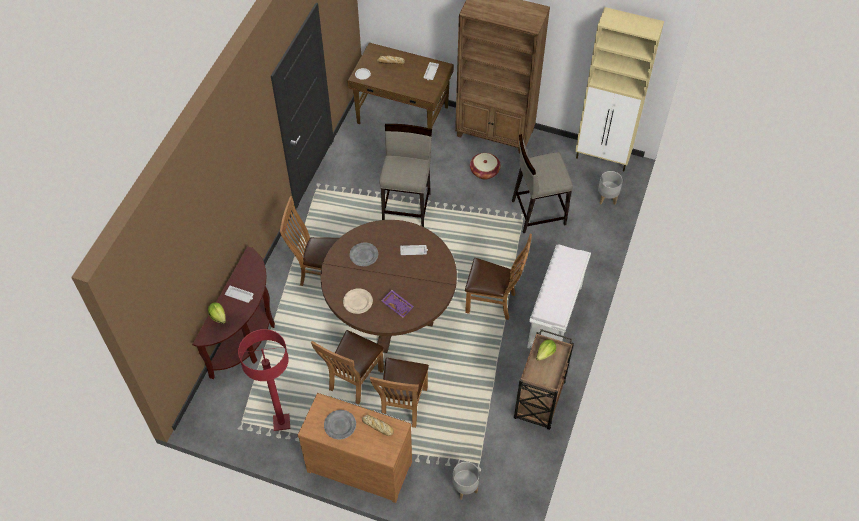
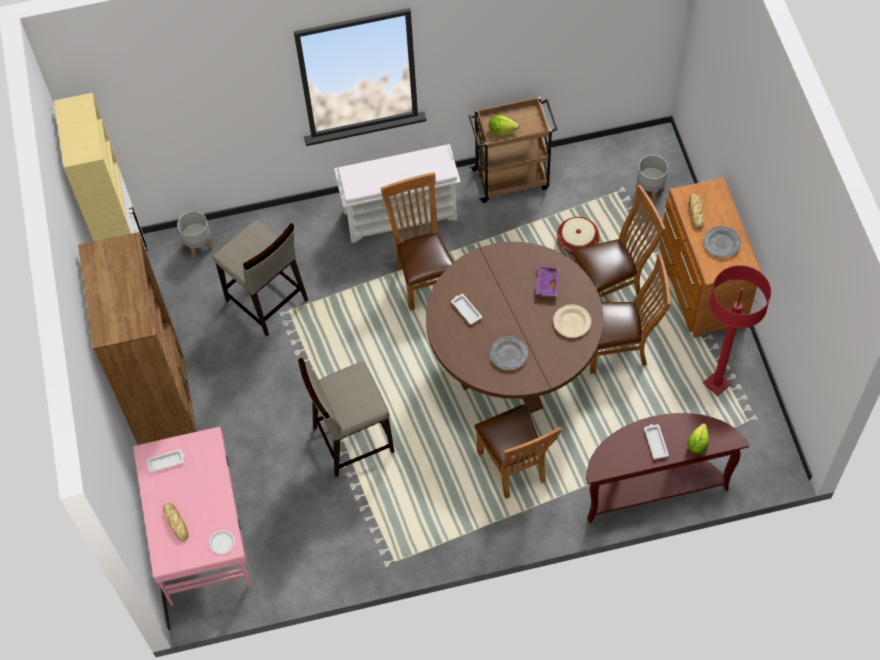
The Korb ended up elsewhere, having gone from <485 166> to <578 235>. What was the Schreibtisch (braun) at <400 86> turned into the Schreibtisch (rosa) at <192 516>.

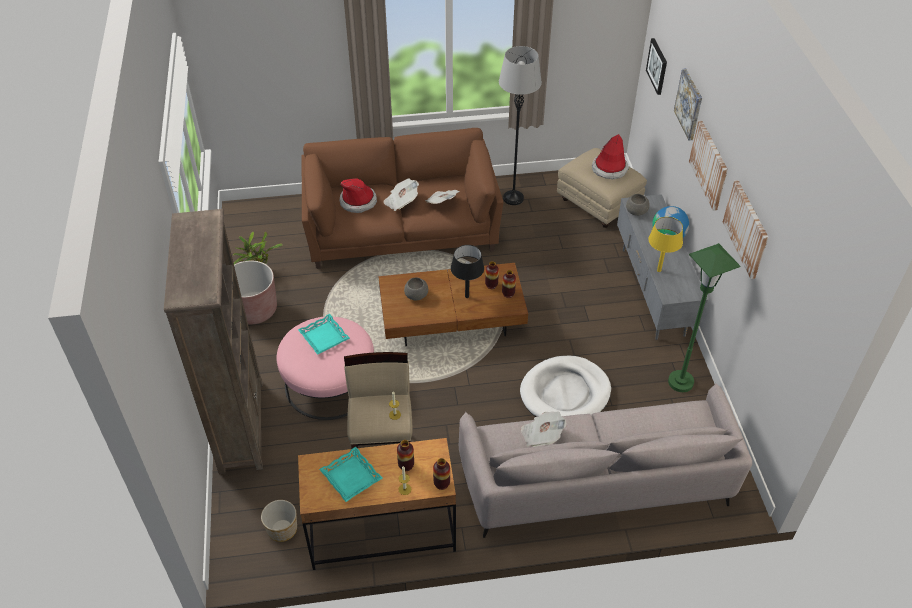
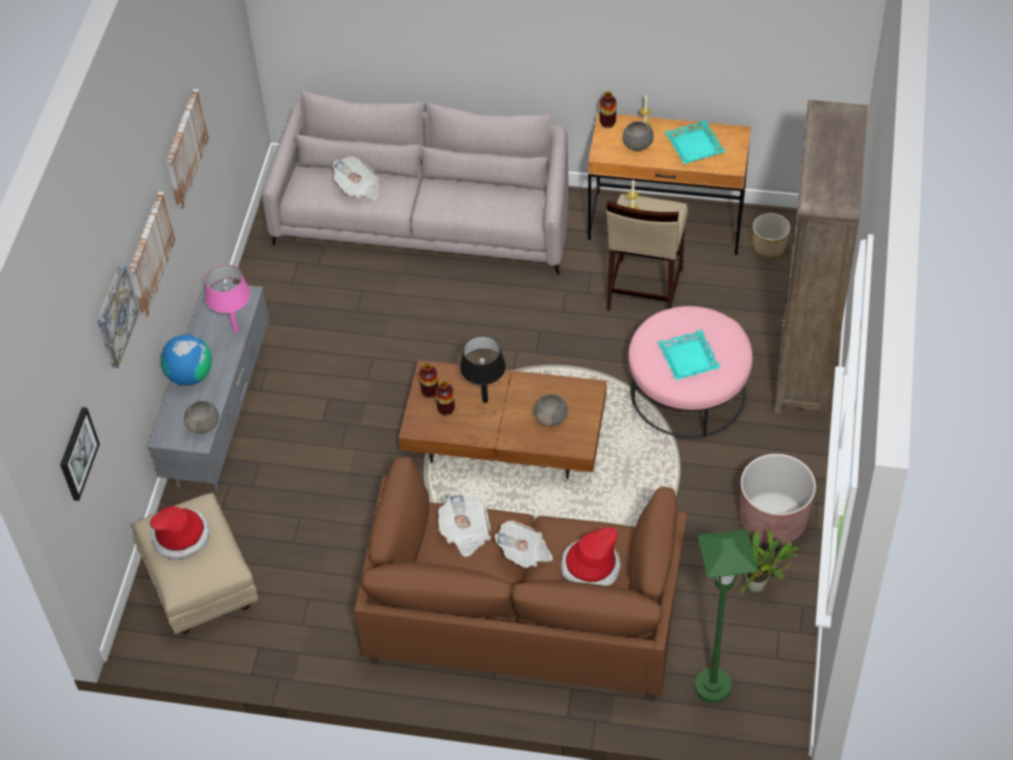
The second view lost the Stehlampe (grau) at <520 125>. The second view lost the Hundebett (weiß) at <565 386>. The Zeitung ended up elsewhere, having gone from <544 429> to <356 178>. The Stehlampe (grün) ended up elsewhere, having gone from <704 317> to <726 616>. Where the Vase stood at <405 455>, the Schüssel (grau) came to stand at <638 136>. What was the Tischlampe (gelb) at <665 244> turned into the Tischlampe (rosa) at <228 298>.

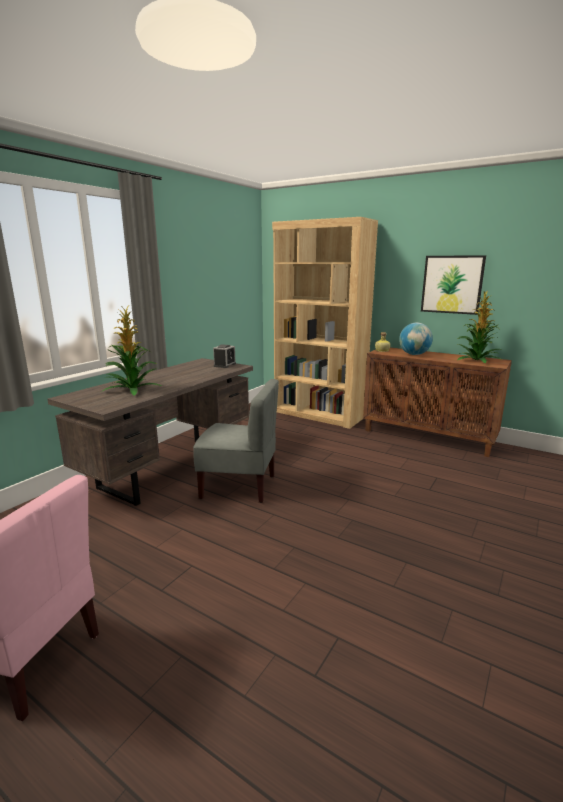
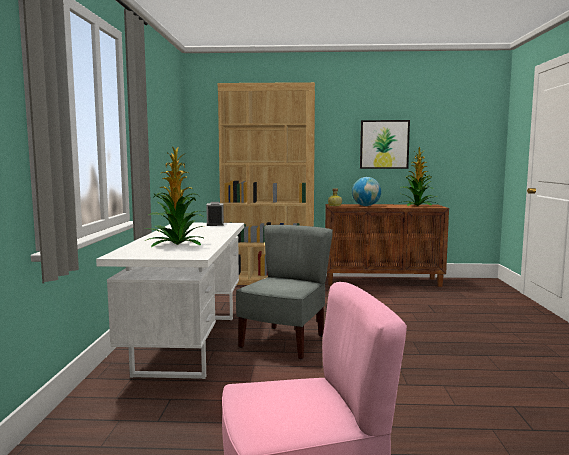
What was the Schreibtisch (braun) at <150 432> turned into the Schreibtisch (weiß) at <170 301>. The Stuhl (grau) at <236 441> ended up facing another way, 45 degrees counterclockwise from before.

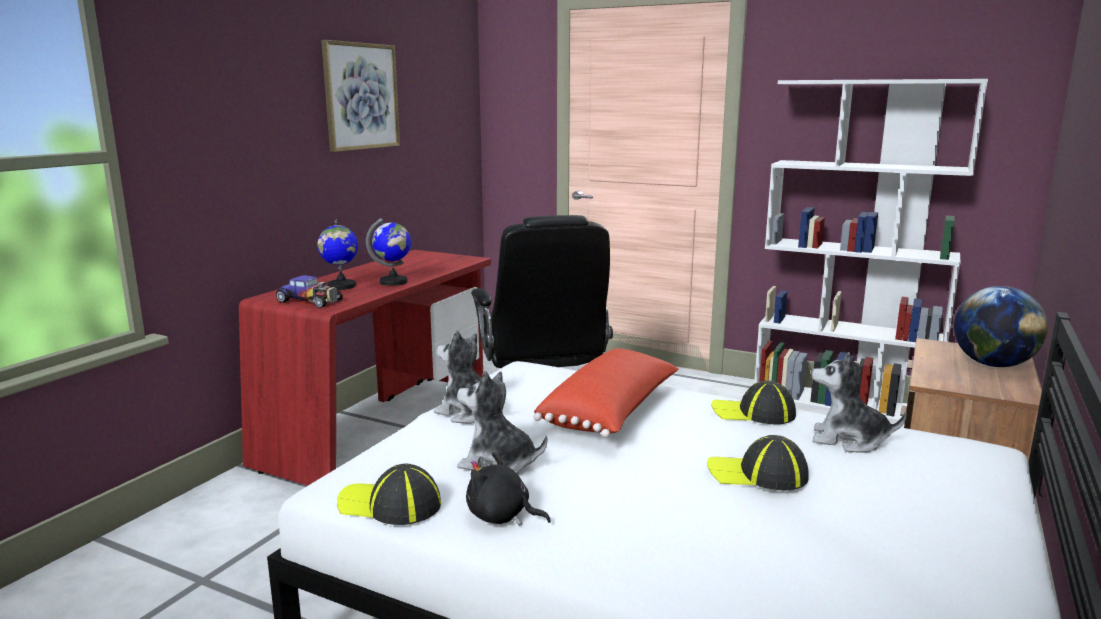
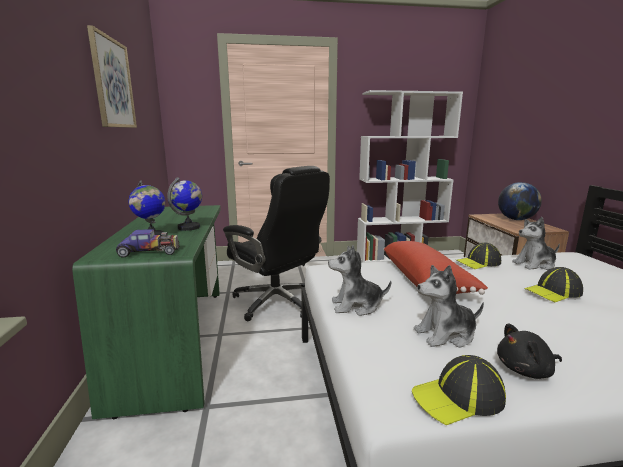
What was the Schreibtisch (rot) at <365 368> turned into the Schreibtisch (grün) at <146 312>.

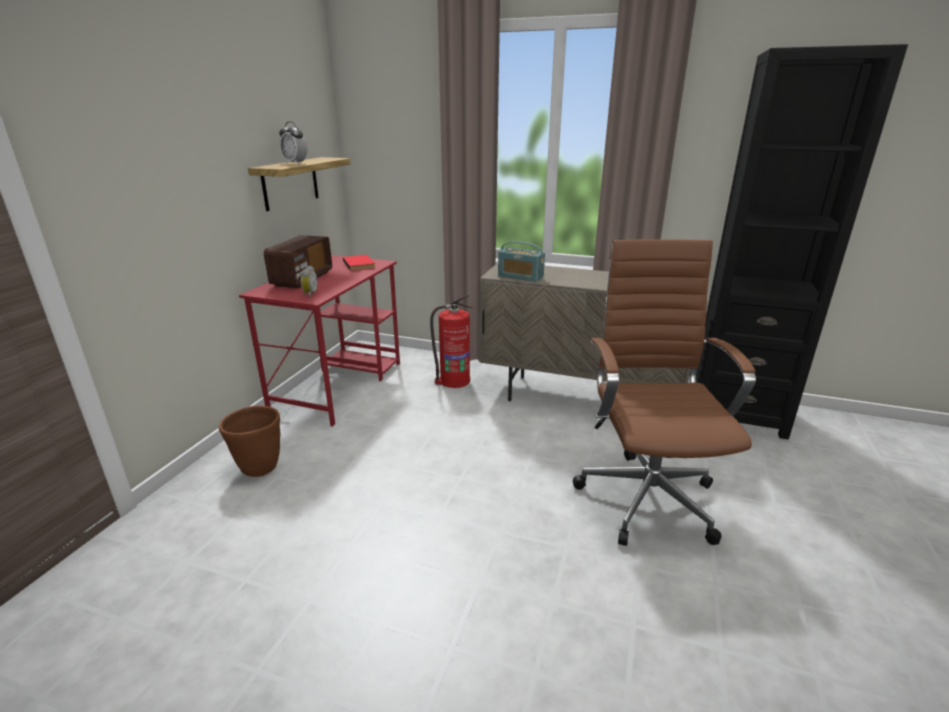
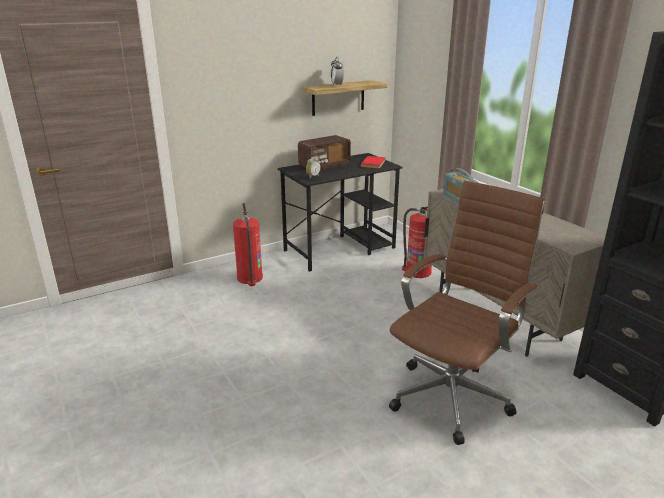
Where the Pflanzkübel (braun) stood at <249 441>, the Feuerlöscher came to stand at <248 244>. What was the Schreibtisch (rot) at <319 341> turned into the Schreibtisch (schwarz) at <340 212>.

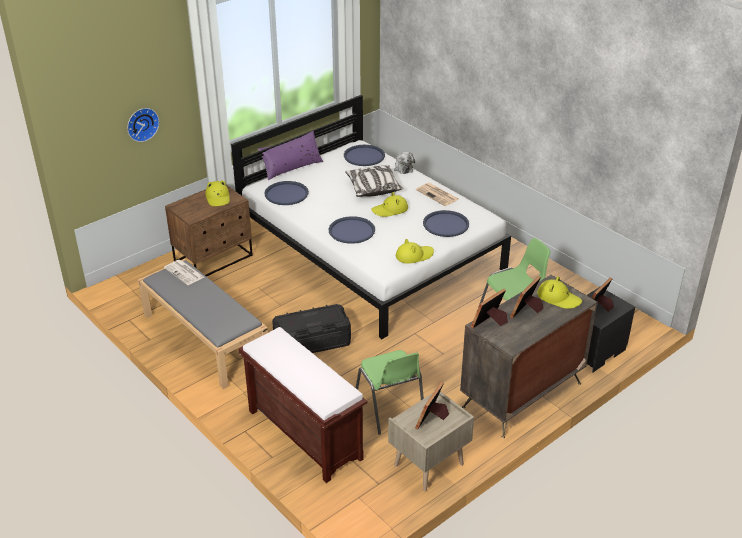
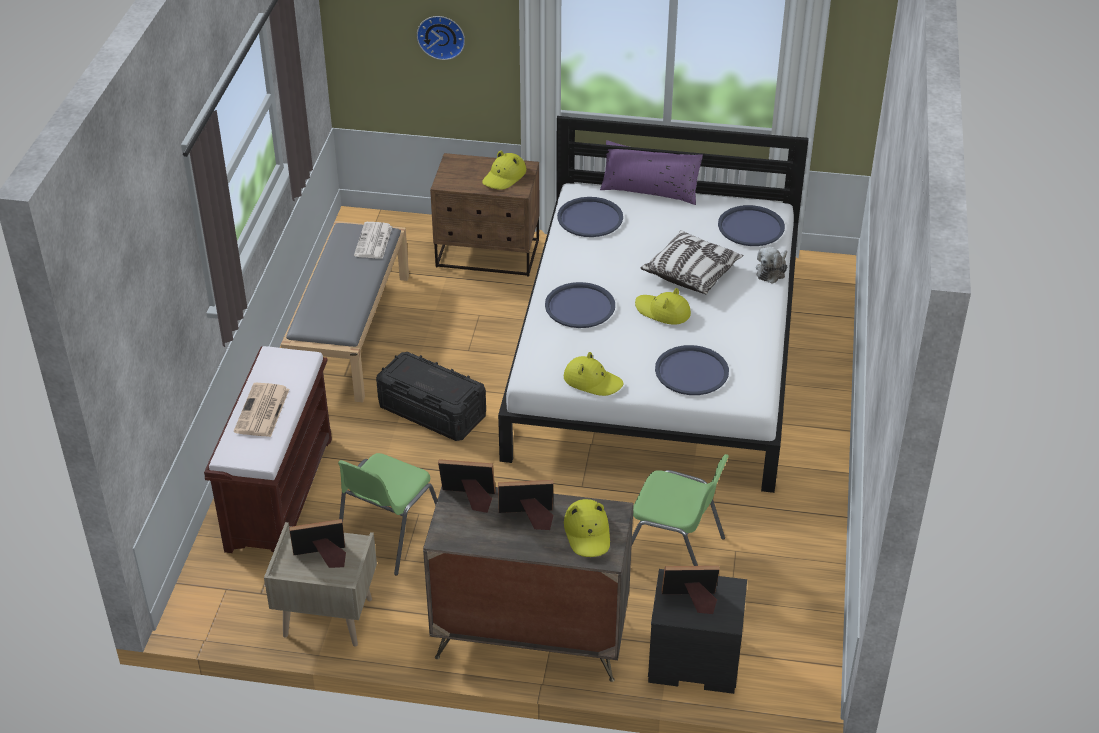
The Zeitung ended up elsewhere, having gone from <437 194> to <261 410>.

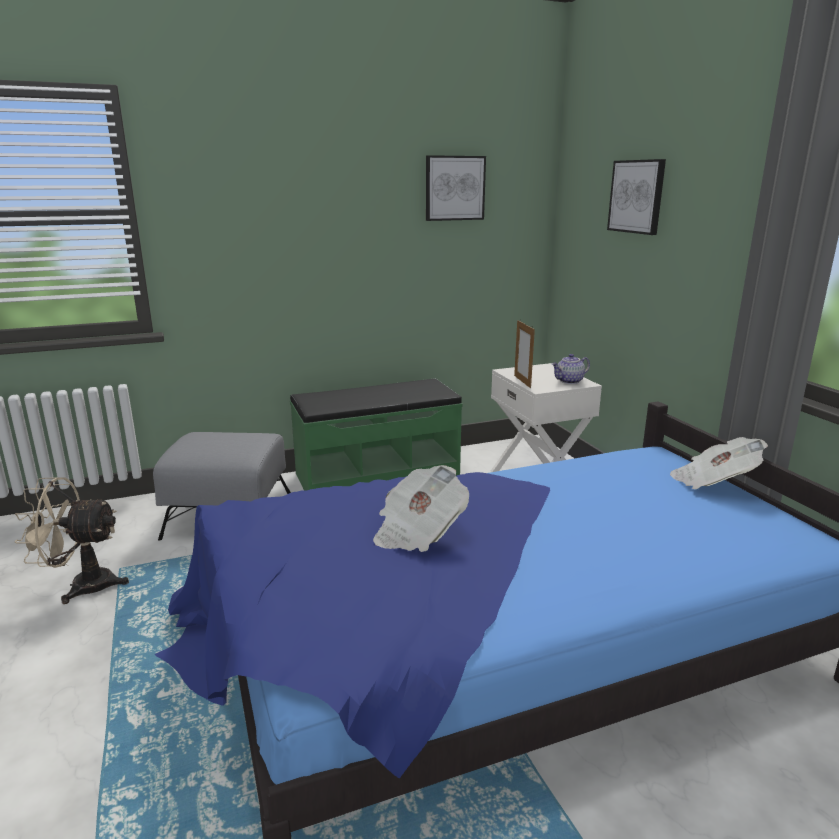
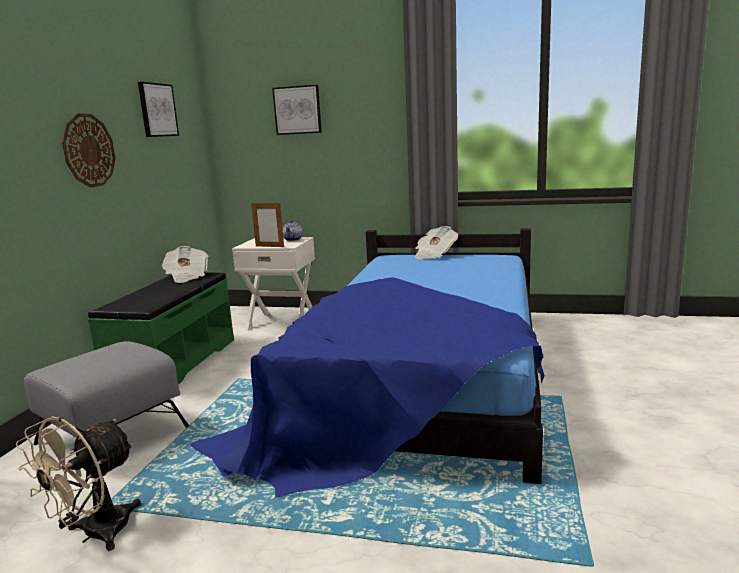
The second view gained the Wanduhr at <88 150>. The Zeitung ended up elsewhere, having gone from <421 508> to <184 264>.

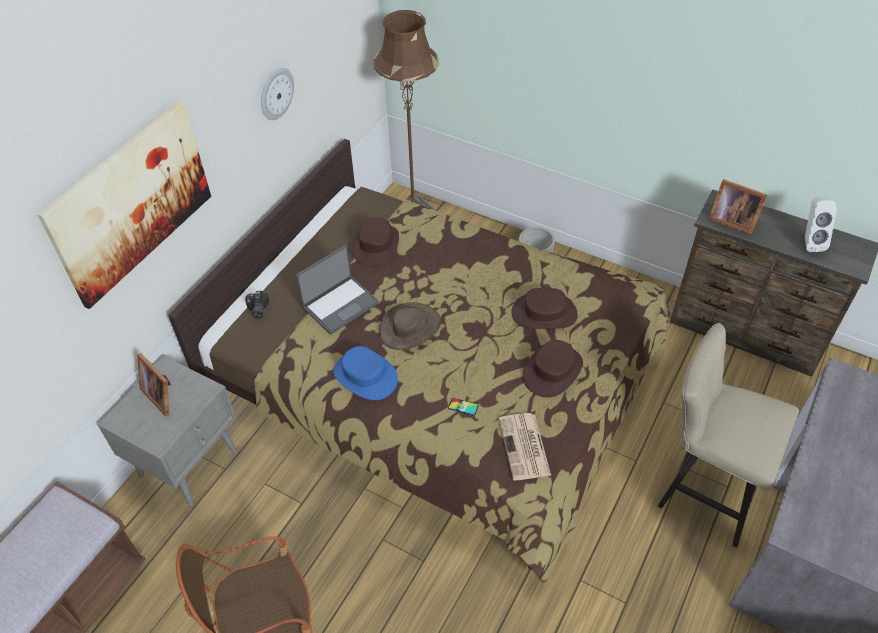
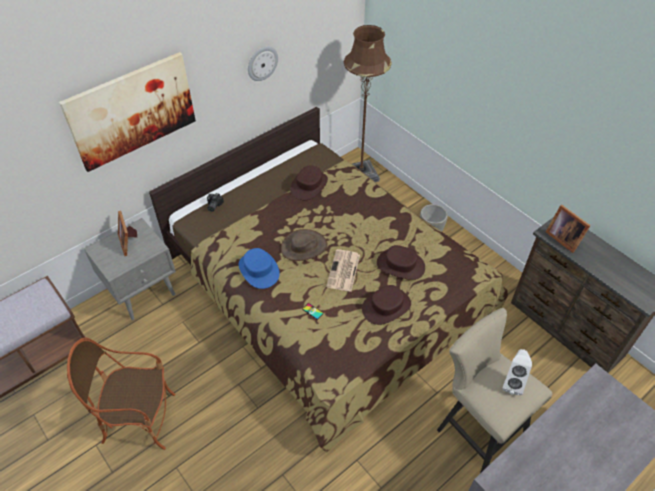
The second view lost the Laptop at <337 289>. The Zeitung ended up elsewhere, having gone from <525 446> to <343 270>. The Lautsprecher (weiß) ended up elsewhere, having gone from <821 224> to <517 372>.

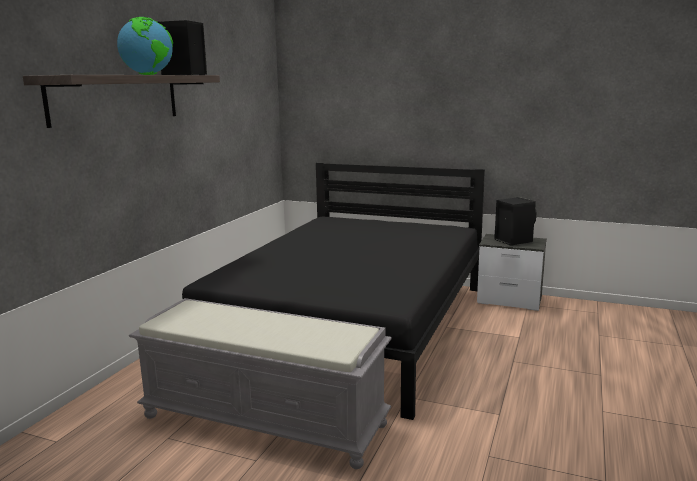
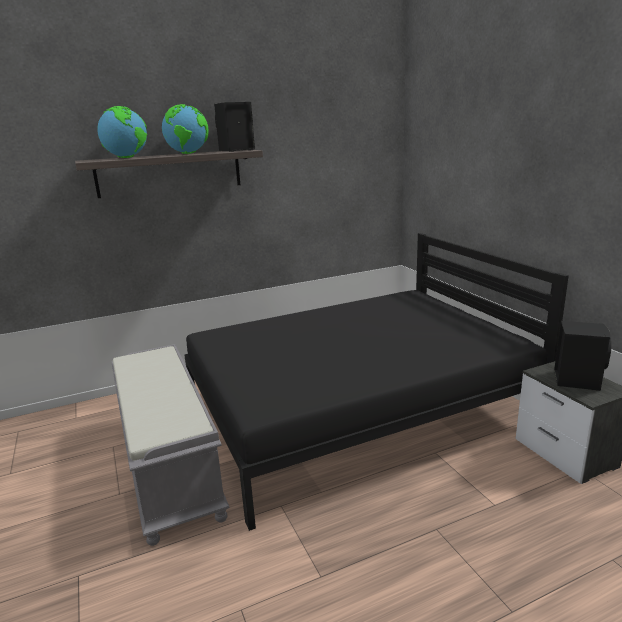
The second view gained the Globus at <122 132>.

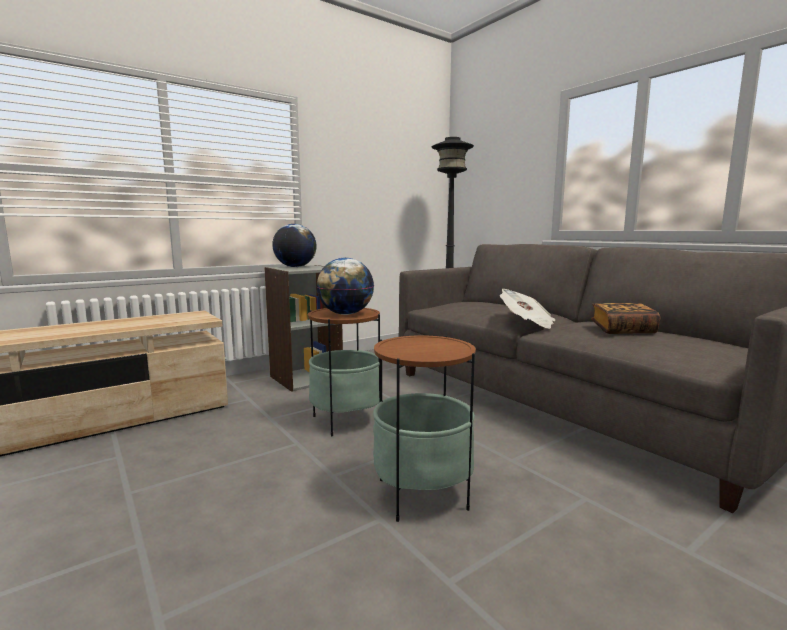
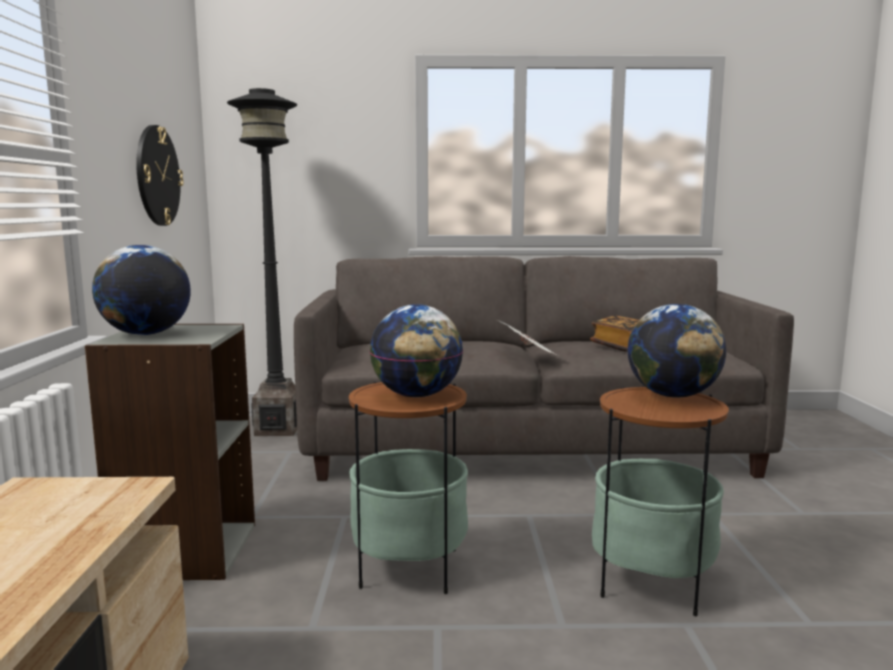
The second view gained the Wanduhr at <159 175>. The second view gained the Globus at <677 351>.

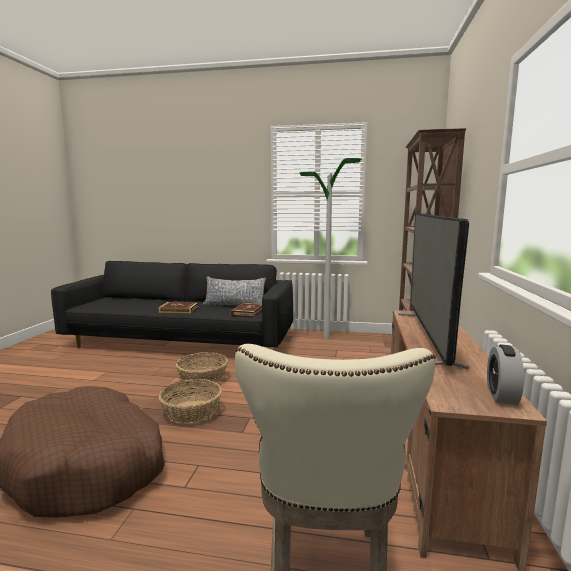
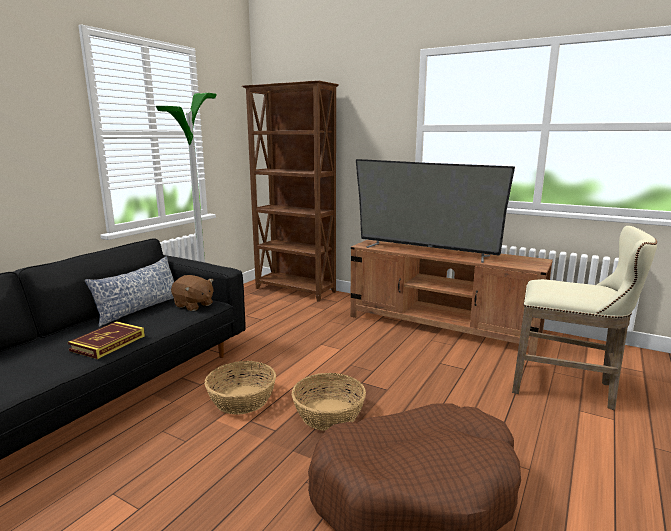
The second view lost the Wecker at <505 375>. Where the Buch stood at <246 310>, the Plüschtier (braun) came to stand at <192 293>.

